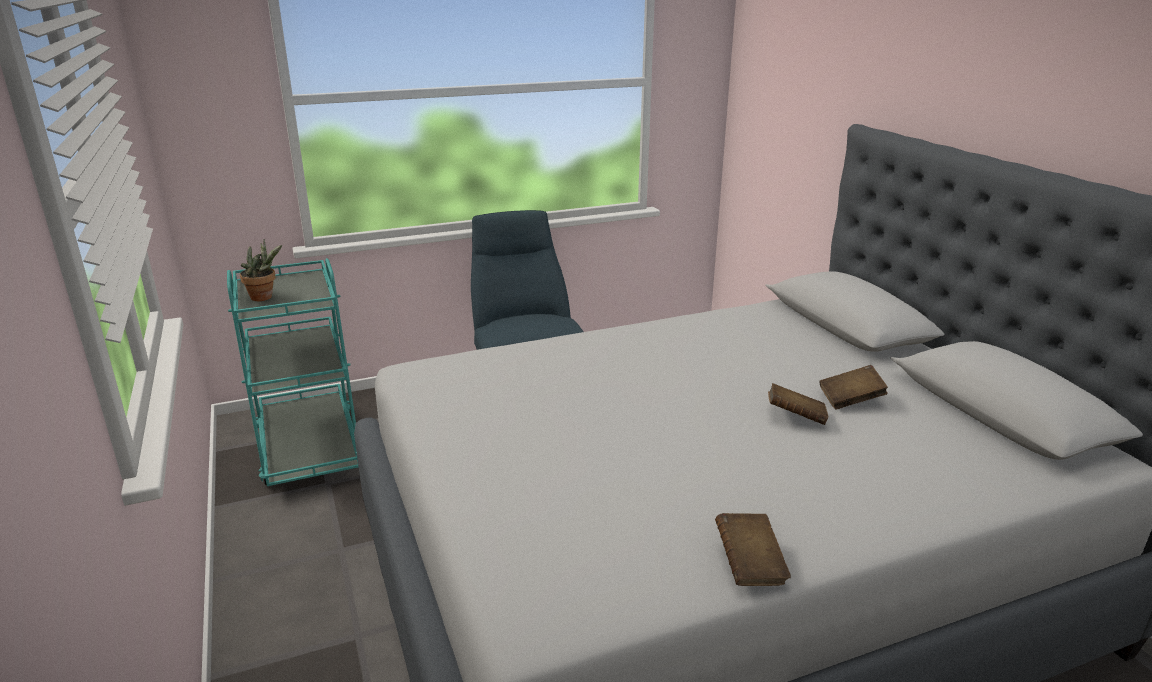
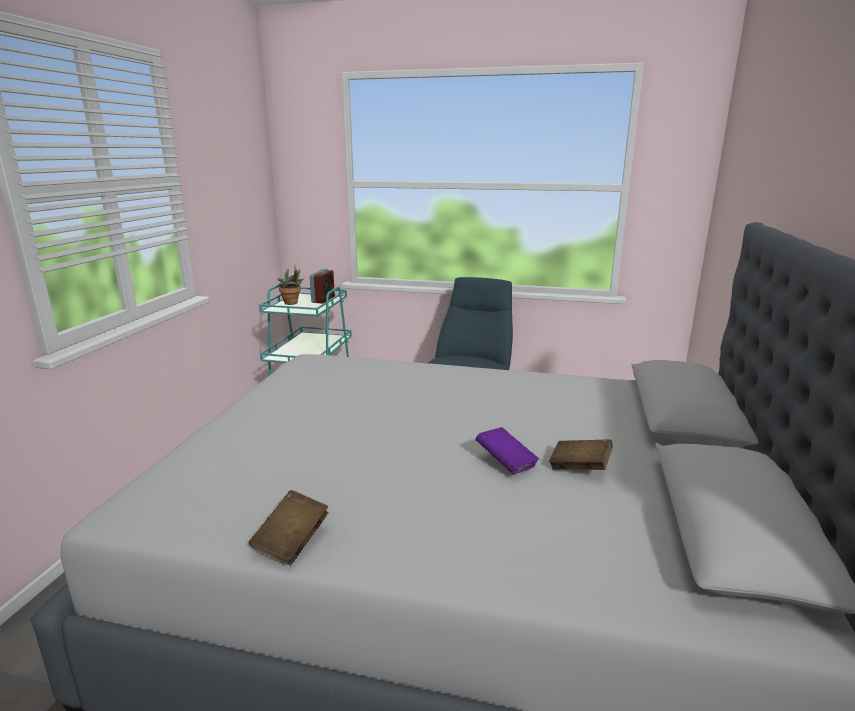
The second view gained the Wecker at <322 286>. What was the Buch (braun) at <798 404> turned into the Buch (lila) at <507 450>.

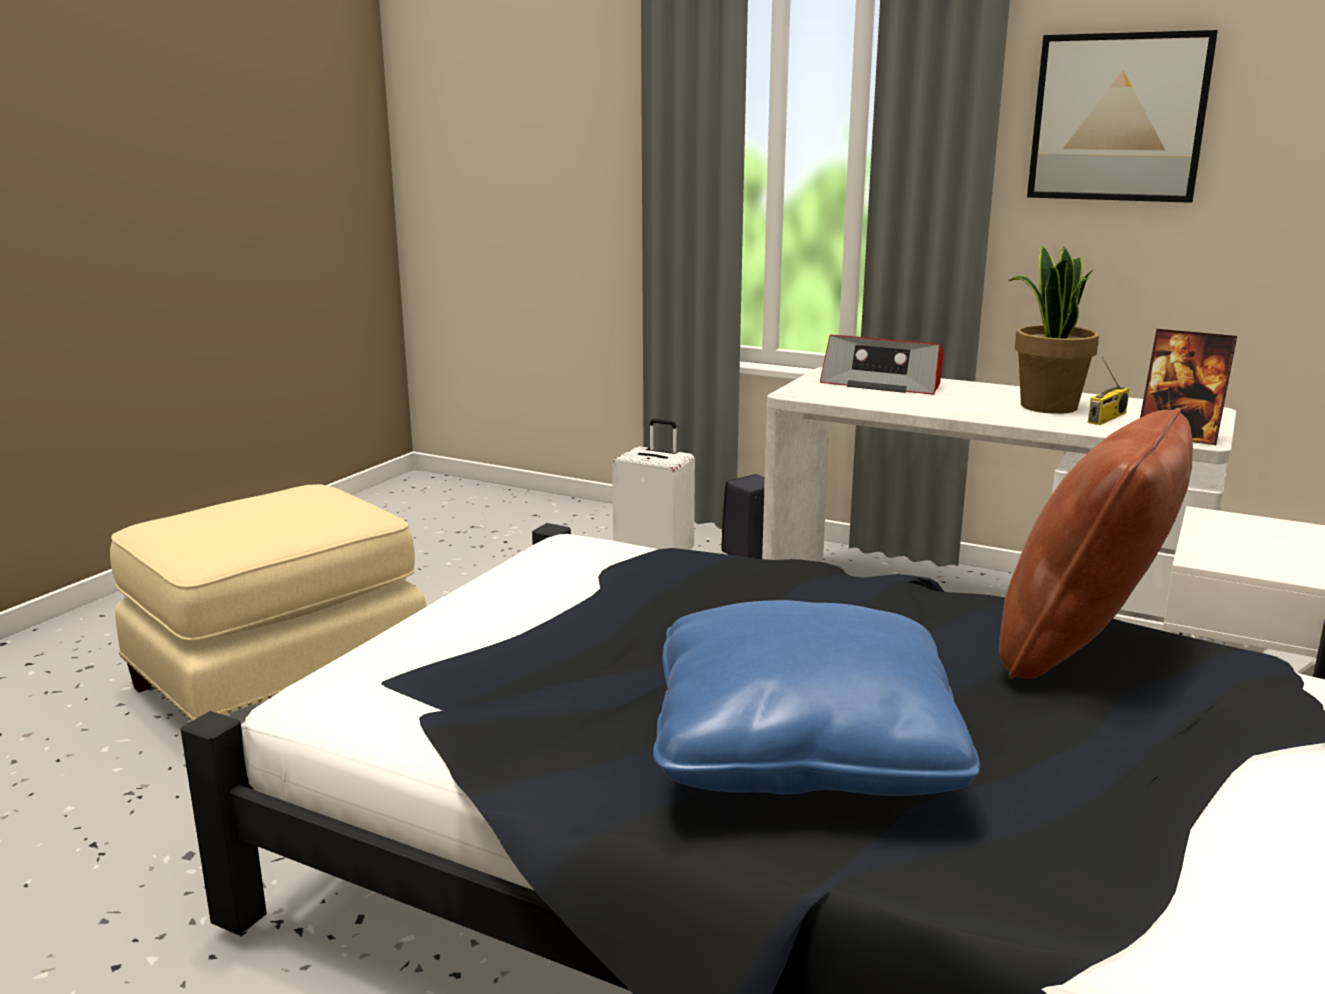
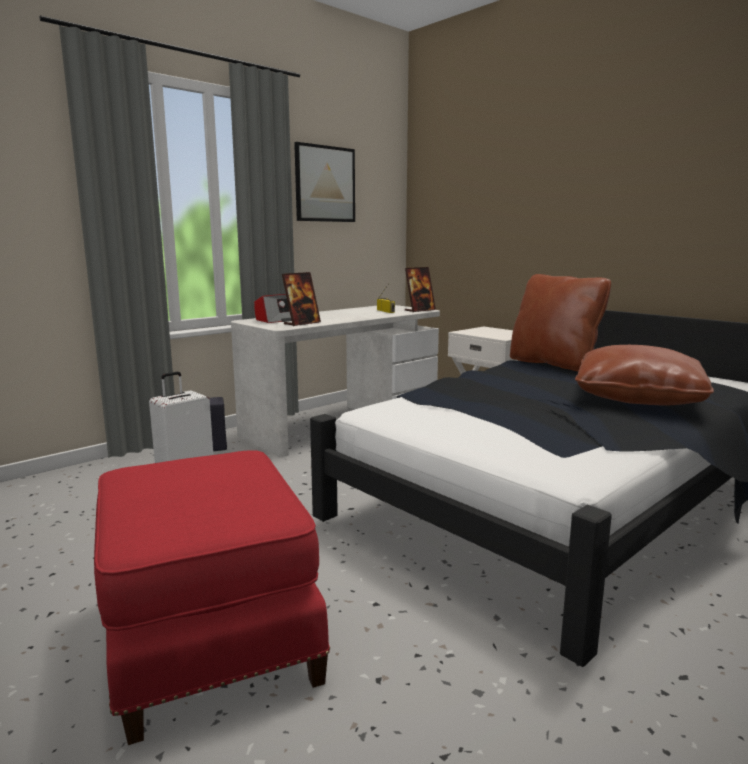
The second view lost the Topfpflanze at <1054 330>. The second view gained the Bilderrahmen at <301 299>. What was the Polsterhocker (beige) at <268 602> turned into the Polsterhocker (rot) at <212 598>. What was the Kissen (blau) at <816 698> turned into the Kissen (braun) at <644 375>.

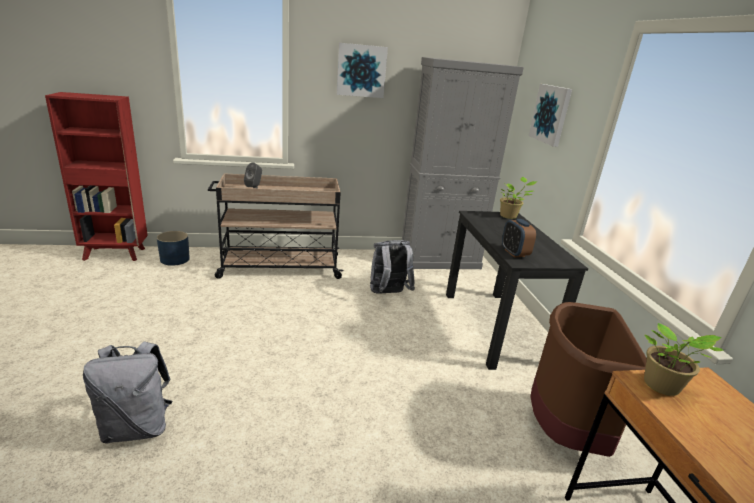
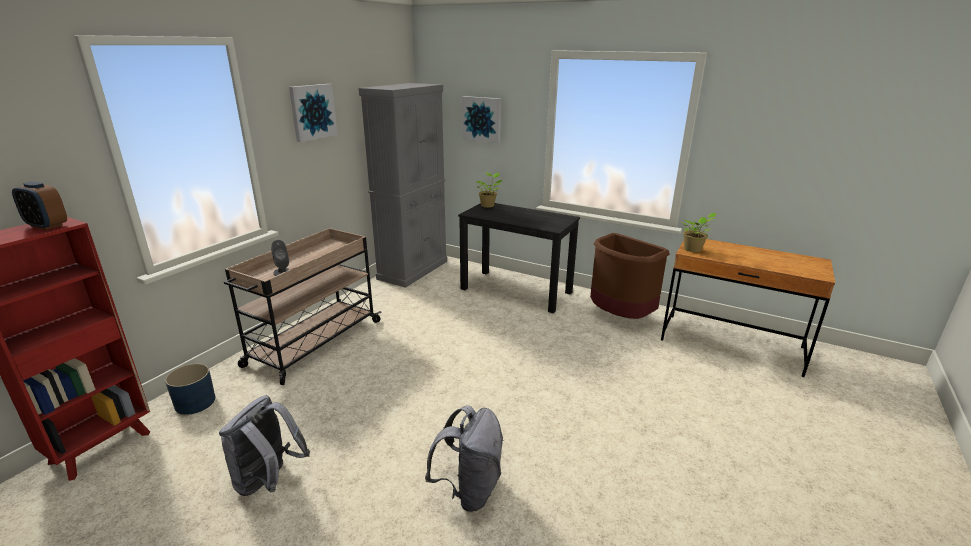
The Rucksack (grau) ended up elsewhere, having gone from <392 267> to <264 445>. The Wecker ended up elsewhere, having gone from <519 238> to <39 206>.

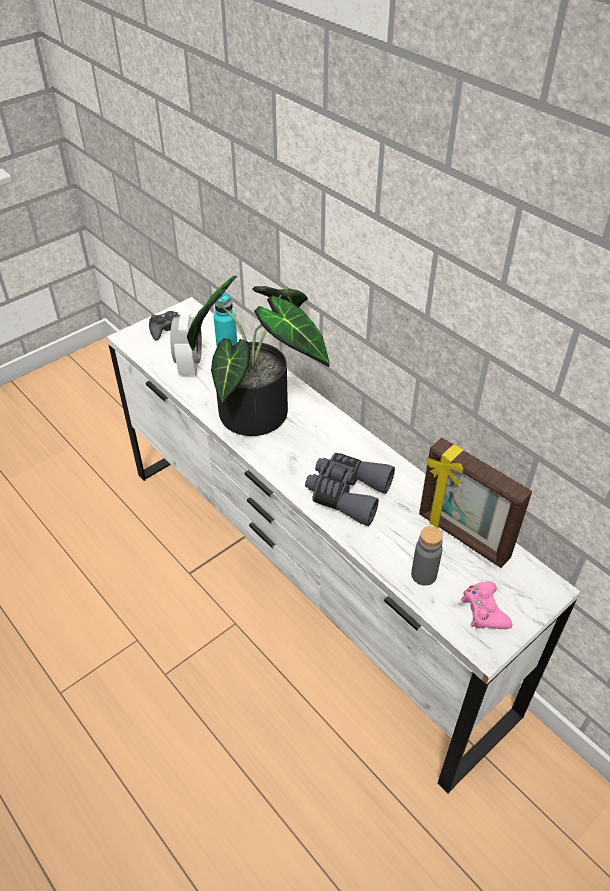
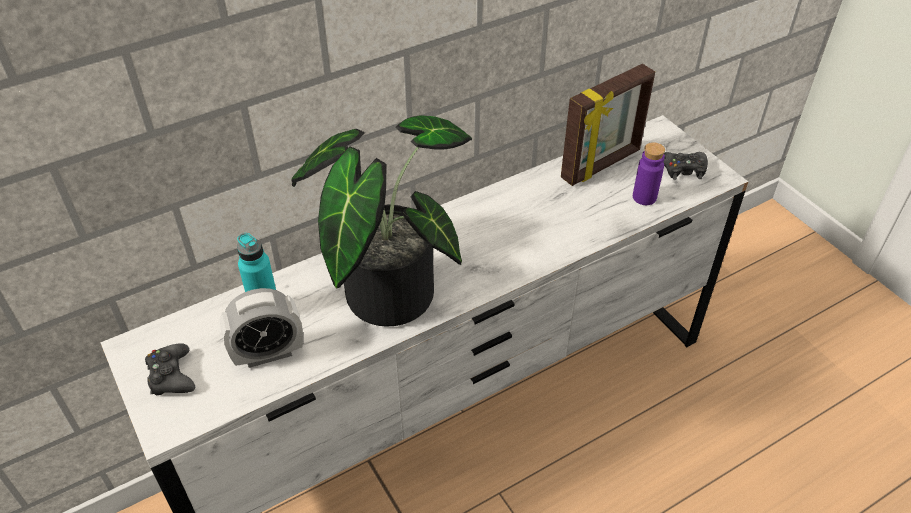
The second view lost the Fernglas (grau) at <350 489>. What was the Flasche (grau) at <427 556> turned into the Flasche (lila) at <649 173>. What was the Gamepad (rosa) at <486 605> turned into the Gamepad (schwarz) at <685 166>. The Wecker at <186 344> ended up facing another way, 150 degrees clockwise from before.

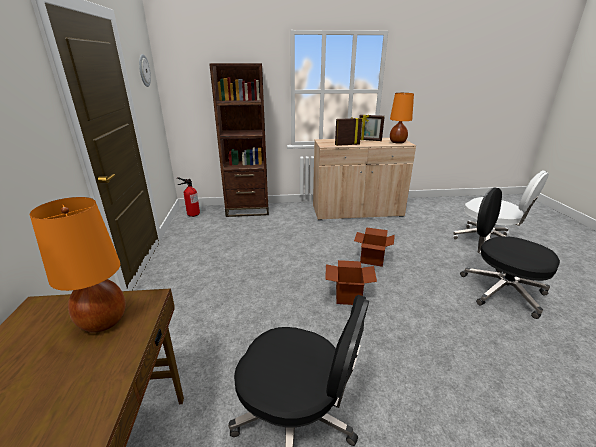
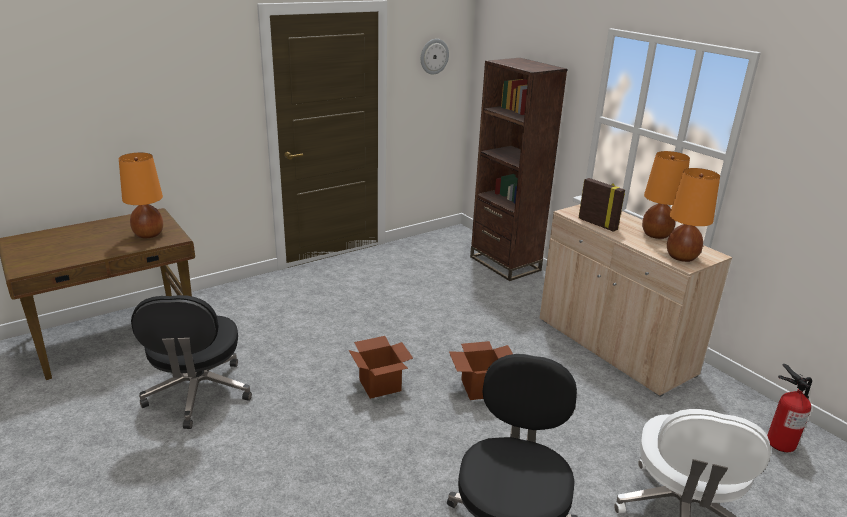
The Feuerlöscher ended up elsewhere, having gone from <188 197> to <789 408>. Where the Bilderrahmen stood at <372 128>, the Tischlampe (orange) came to stand at <666 195>.

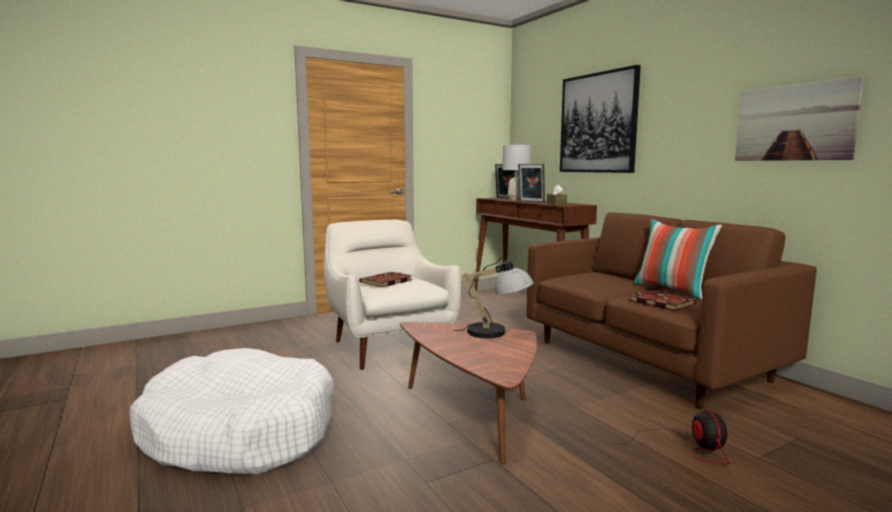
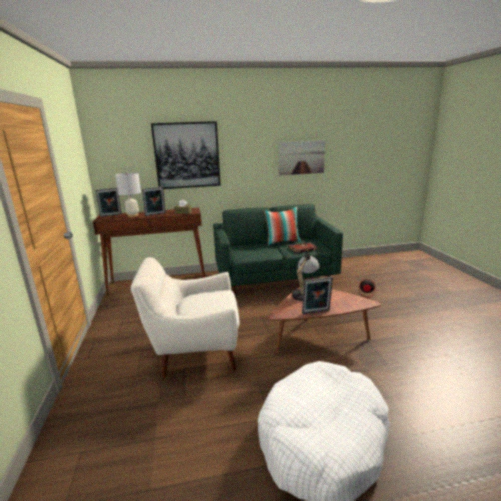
The second view lost the Buch at <386 279>. The second view gained the Bilderrahmen at <317 295>. What was the Sofa (braun) at <671 310> turned into the Sofa (grün) at <278 250>.

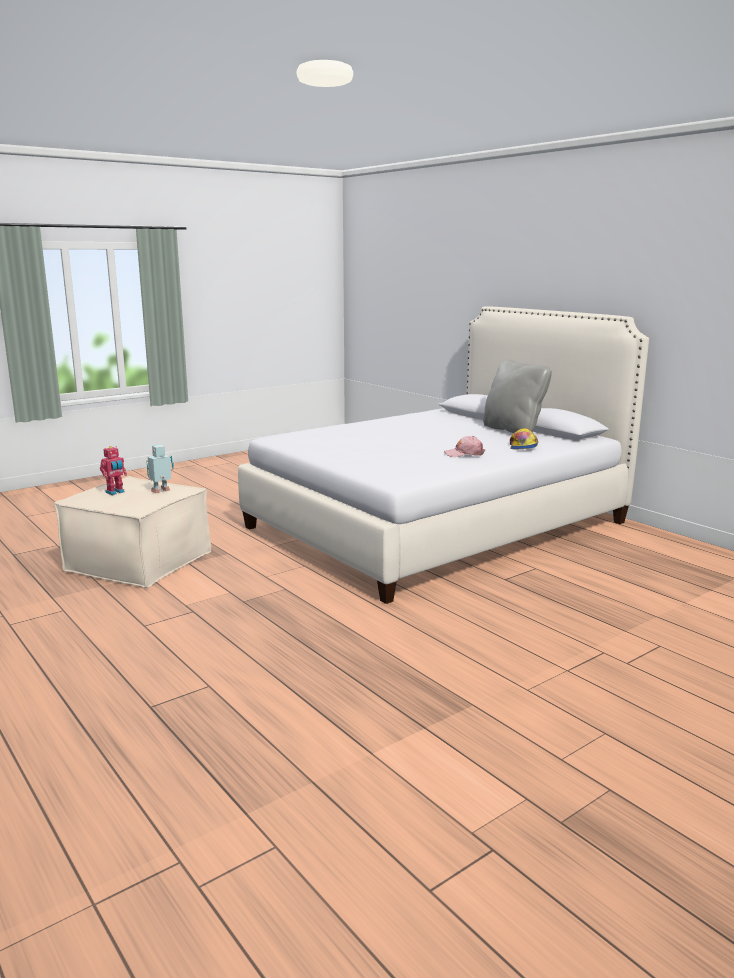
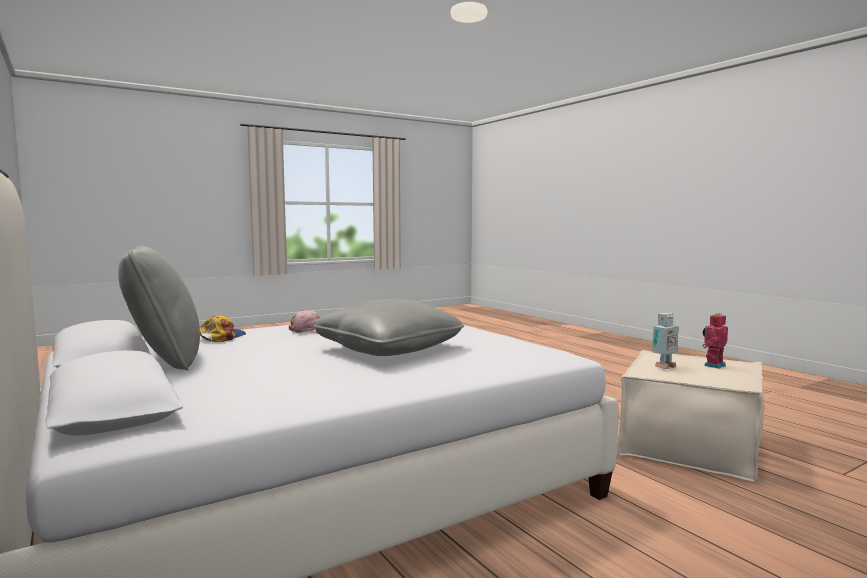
The second view gained the Kissen (grau) at <388 327>.

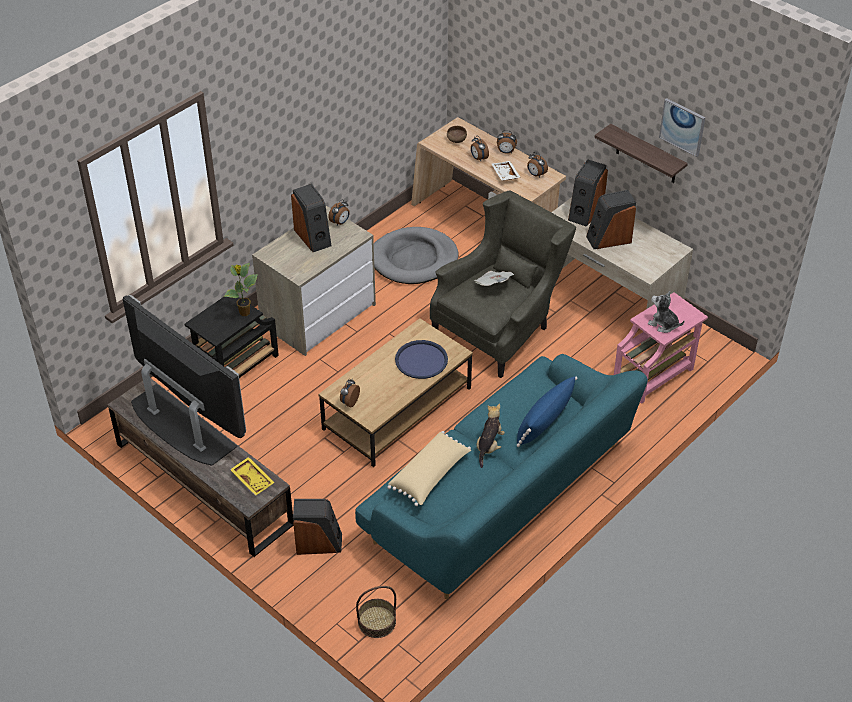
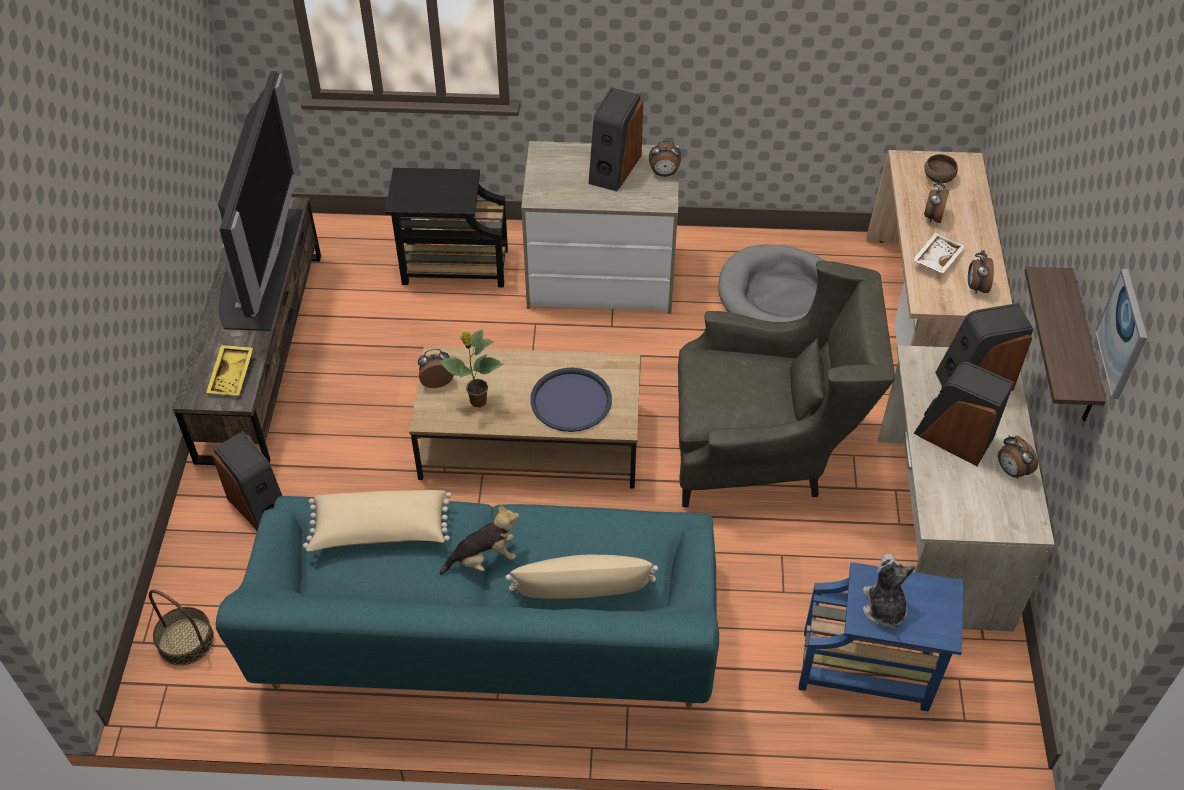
The second view lost the Zeitung at <494 278>. The Topfpflanze ended up elsewhere, having gone from <240 289> to <471 368>. The Wecker ended up elsewhere, having gone from <507 142> to <1018 457>. What was the Kissen (blau) at <547 411> turned into the Kissen (beige) at <581 577>. What was the Beistelltisch (rosa) at <661 348> turned into the Beistelltisch (blau) at <880 637>.

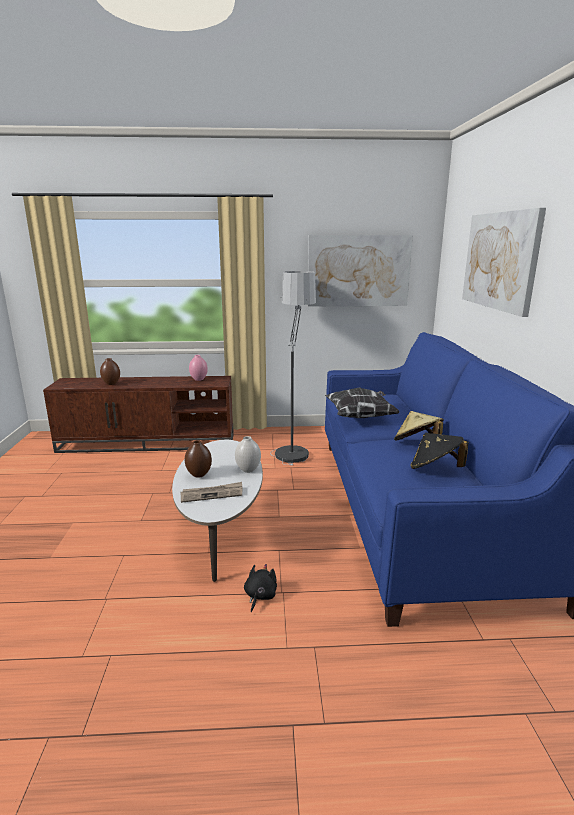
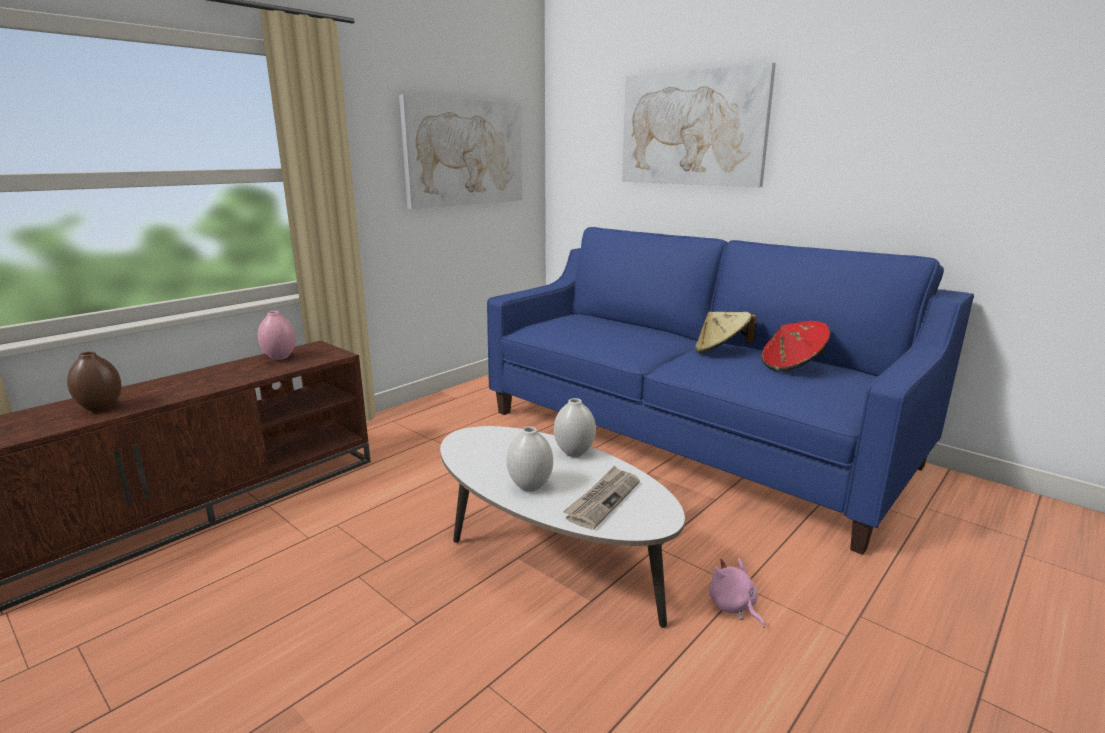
The second view lost the Stehlampe at <293 368>. The second view lost the Kissen at <362 402>. What was the Vase (braun) at <198 459> turned into the Vase (weiß) at <529 459>. What was the Plüschtier (schwarz) at <260 588> turned into the Plüschtier (rosa) at <737 593>. What was the Hut (schwarz) at <439 451> turned into the Hut (rot) at <795 346>.

